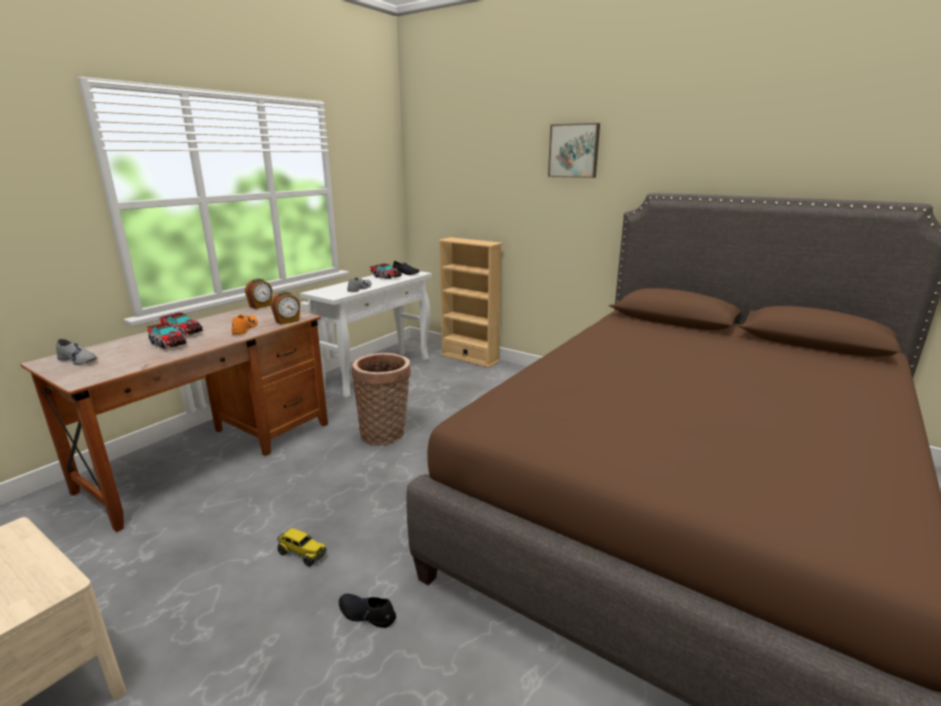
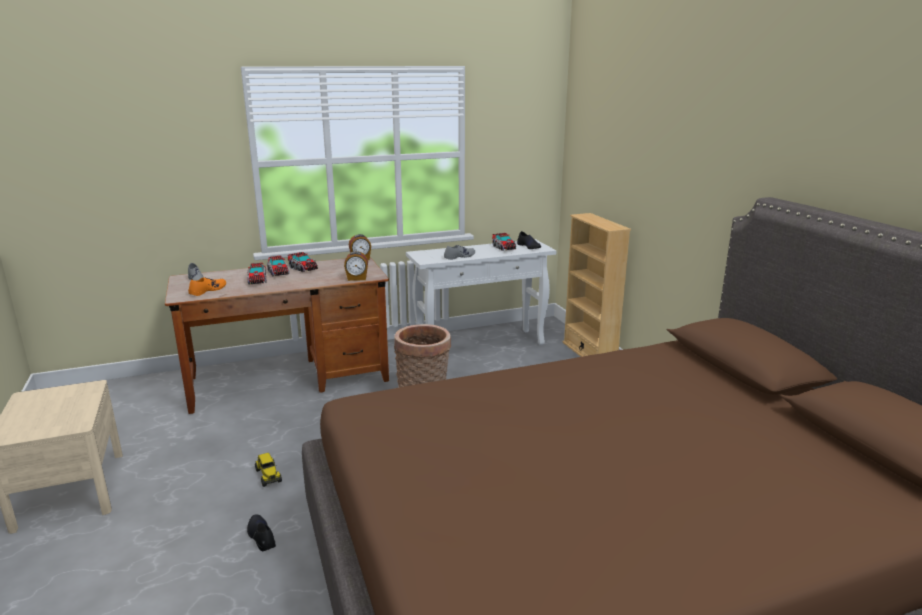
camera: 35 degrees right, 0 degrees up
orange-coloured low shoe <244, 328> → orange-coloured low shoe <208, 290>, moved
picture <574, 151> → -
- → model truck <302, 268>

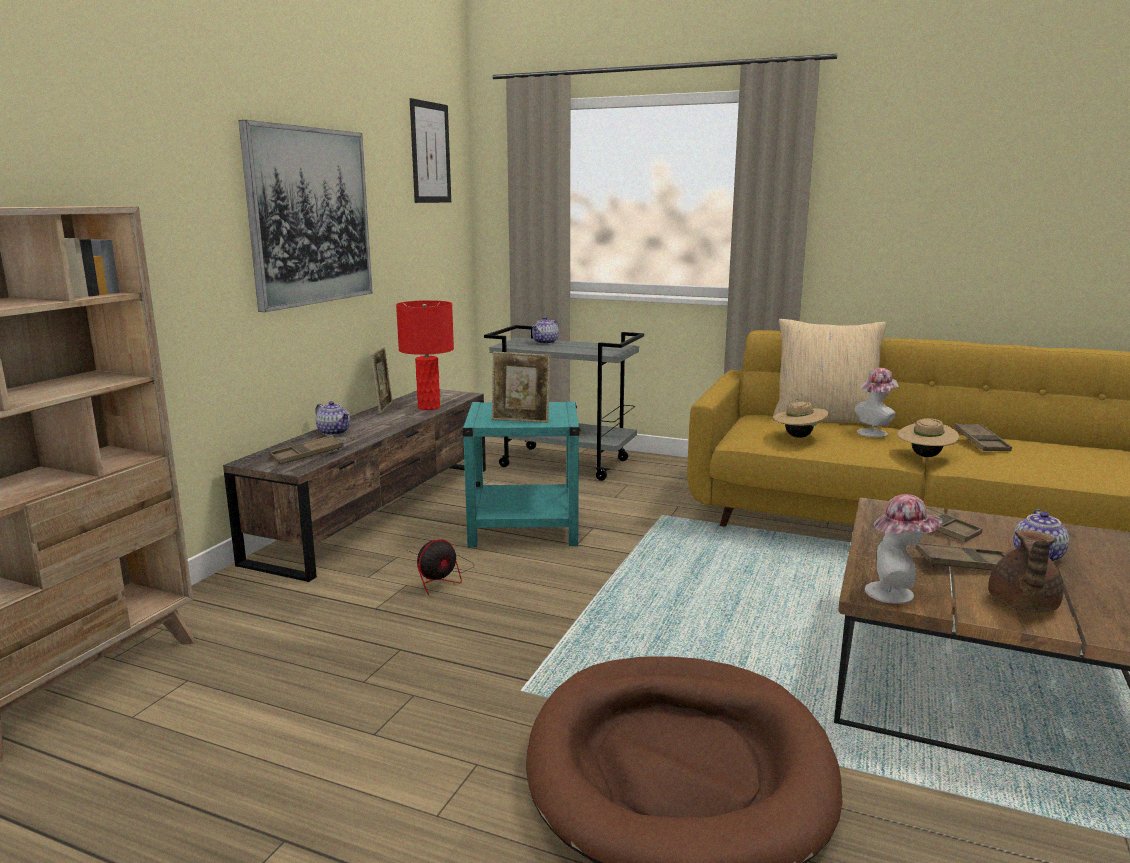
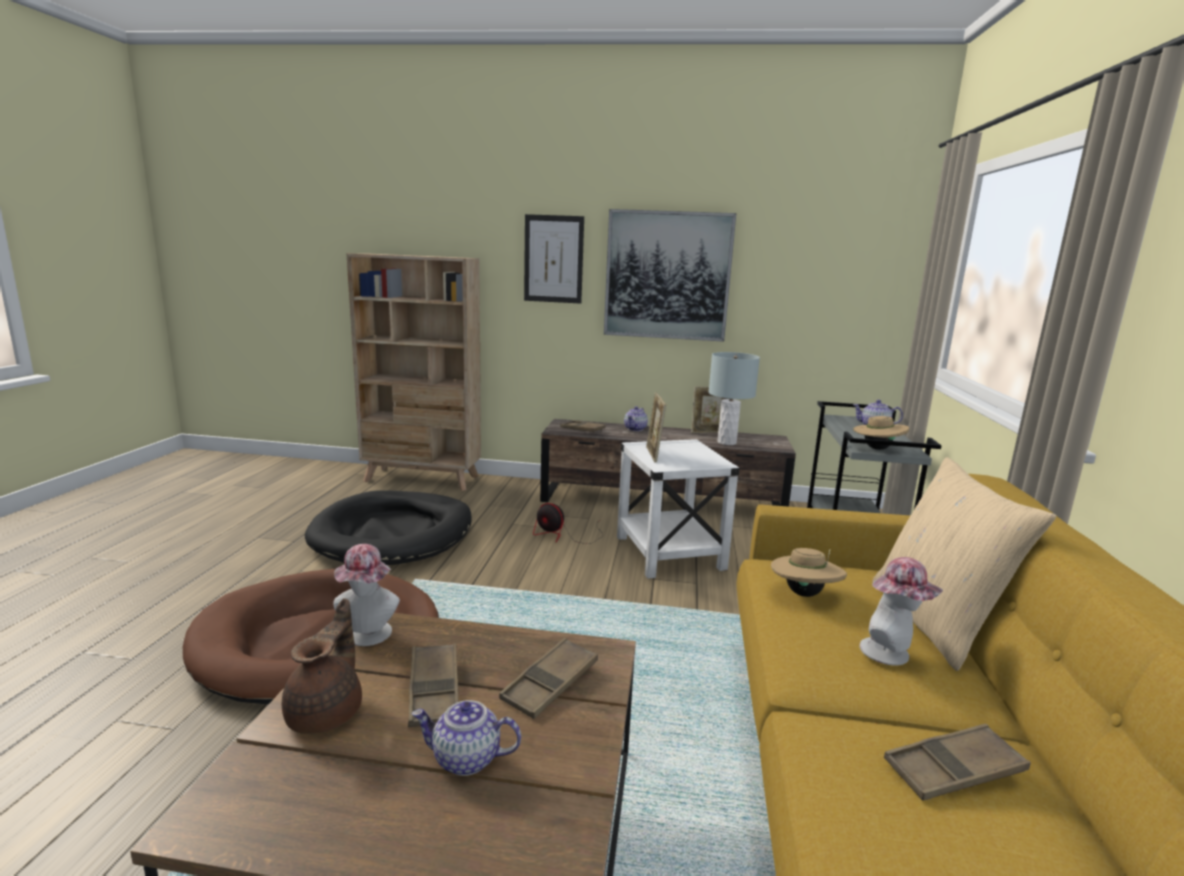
camera: 75 degrees right, 0 degrees up
red lamp for a table <428, 407> → greyish lamp for a table <726, 442>
picture <430, 153> → picture <553, 259>, moved
blue-green accent table <525, 528> → white accent table <670, 554>
beige-coloured wearable hat <924, 456> → beige-coloured wearable hat <877, 448>, moved
brown-coloured teapot <1021, 605> → brown-coloured teapot <327, 712>, 90 degrees clockwise
- → blackish dog cushion <393, 534>

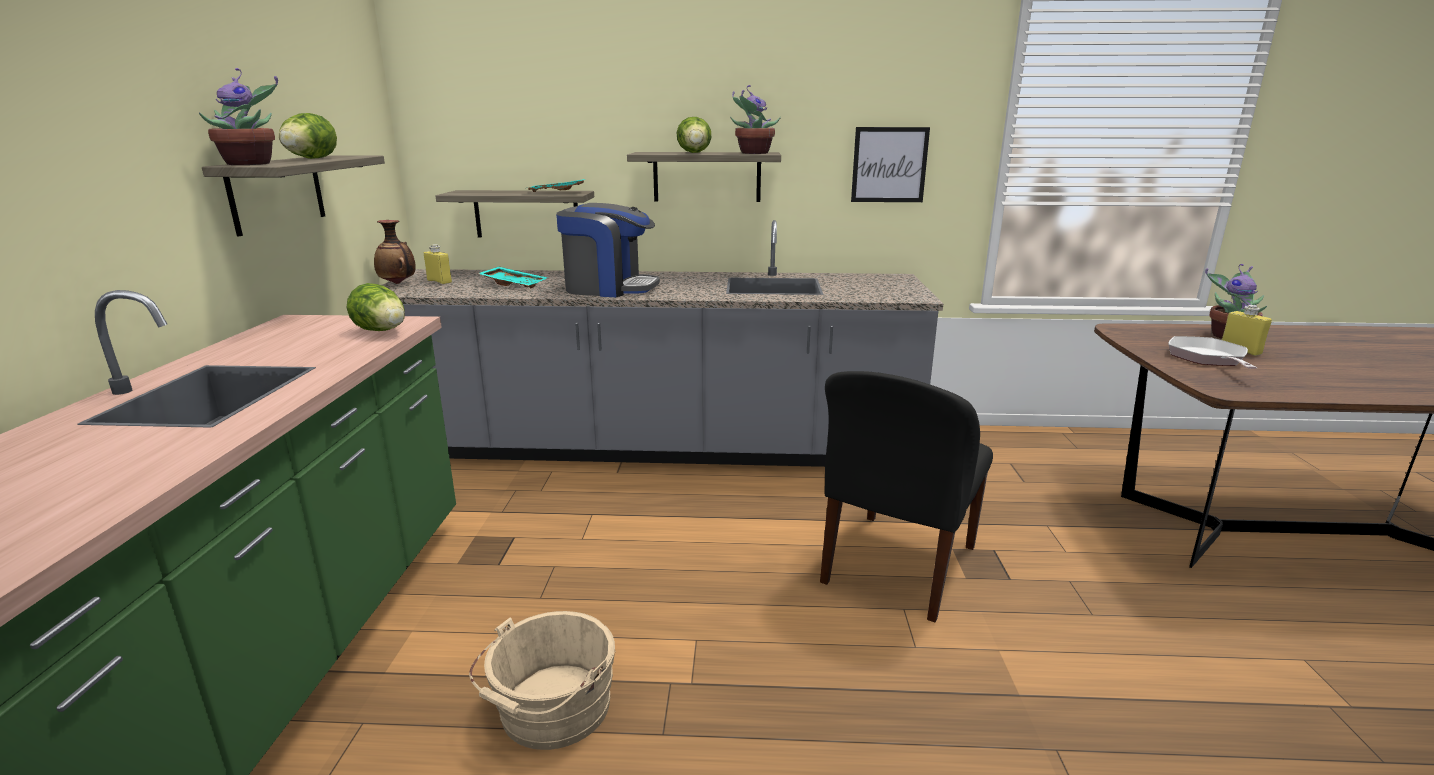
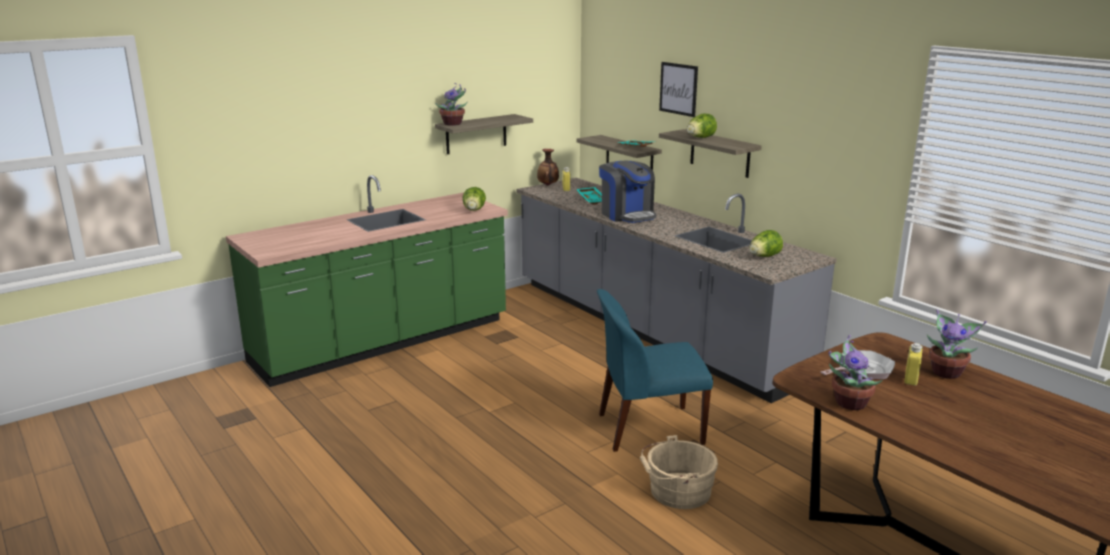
camera: 50 degrees right, 0 degrees up
lettuce <310, 159> → lettuce <764, 257>, moved
beige-coloured water bucket <551, 711> → beige-coloured water bucket <676, 491>, moved
houseplant <752, 153> → houseplant <848, 403>, moved
blackish upright chair <897, 567> → bluish upright chair <647, 429>
picture <889, 165> → picture <678, 89>, moved

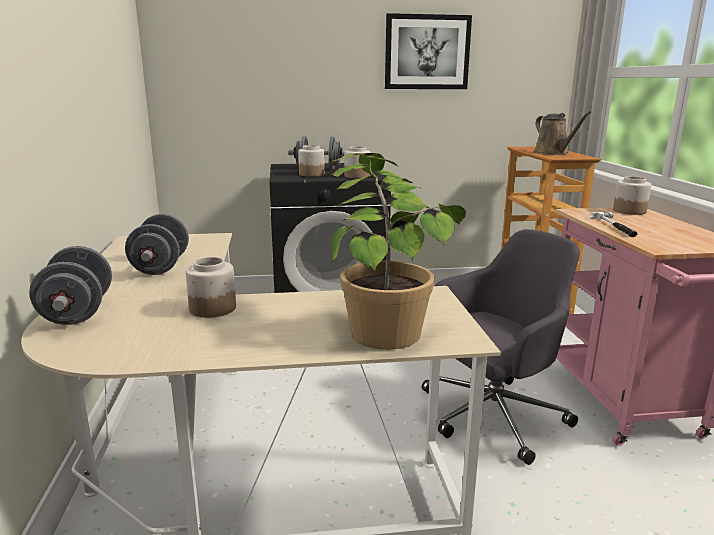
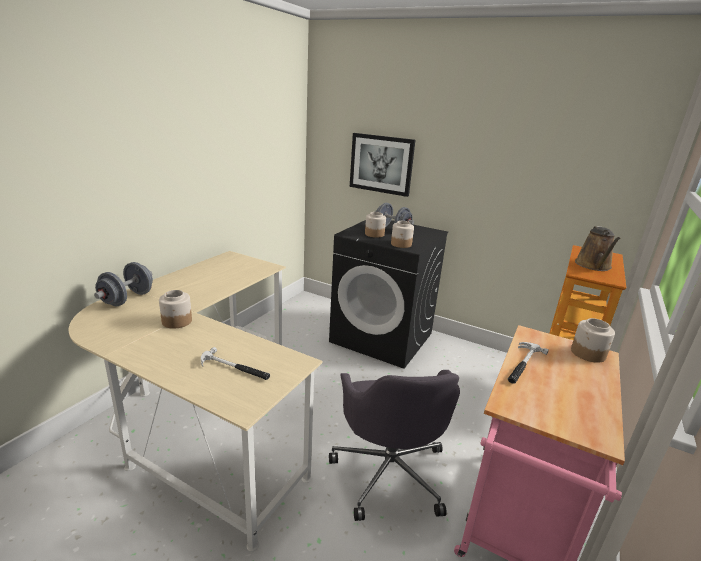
camera: 35 degrees right, 5 degrees up
greyish hand weight <160, 267> → -
houseplant <381, 318> → hammer <234, 368>
picture <427, 52> → picture <381, 164>, moved
greyish desk chair <490, 416> → greyish desk chair <390, 471>, 75 degrees clockwise

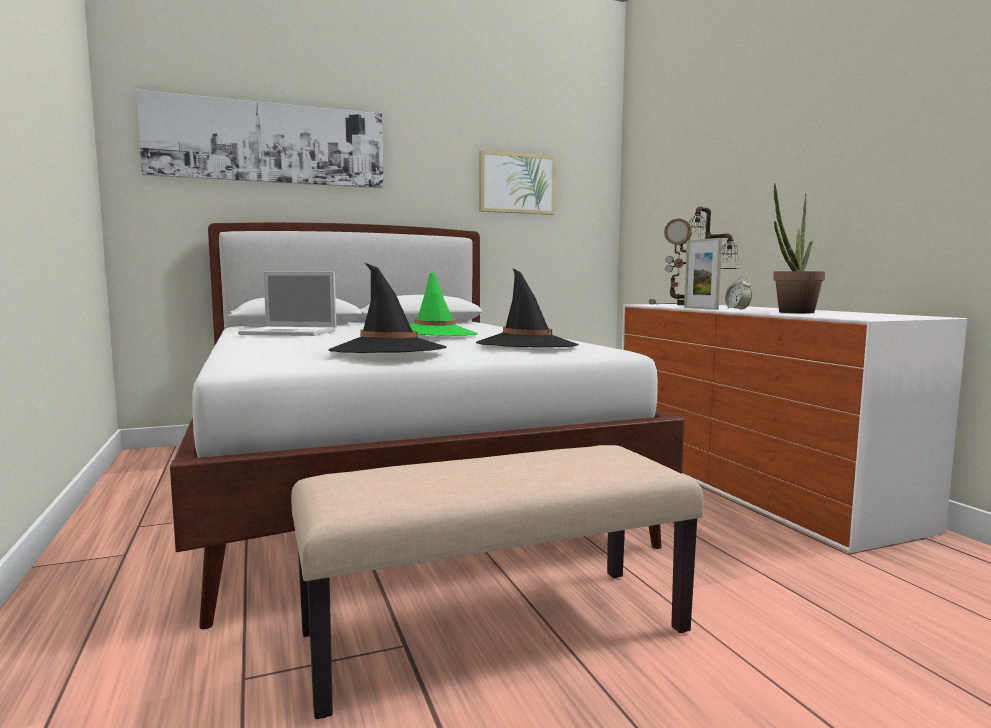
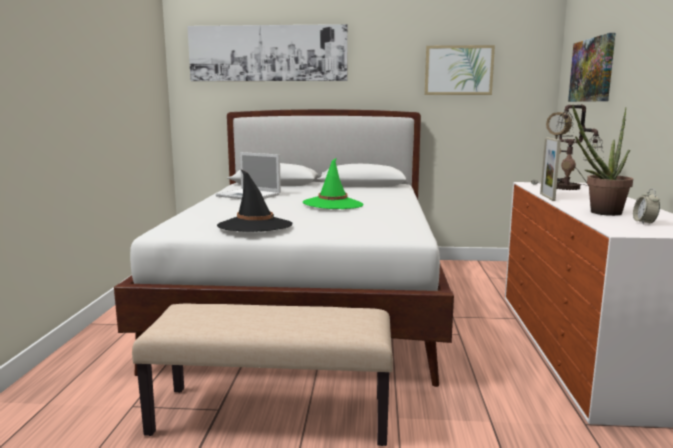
camera: 25 degrees right, 5 degrees up
blackish wearable hat <526, 346> → -
alarm clock <737, 309> → alarm clock <644, 223>, moved
- → picture <592, 70>

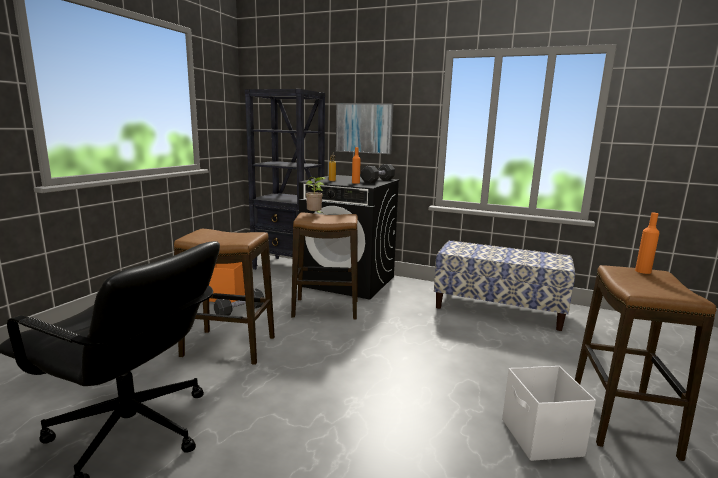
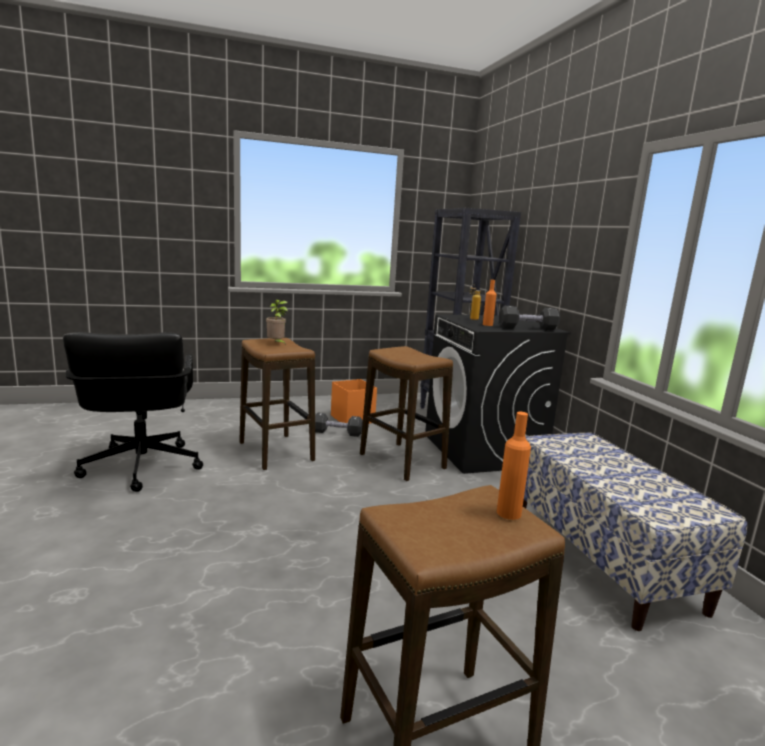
camera: 50 degrees right, 0 degrees up
houseplant <315, 215> → houseplant <276, 344>, moved
picture <364, 128> → -
white storage container <541, 438> → -

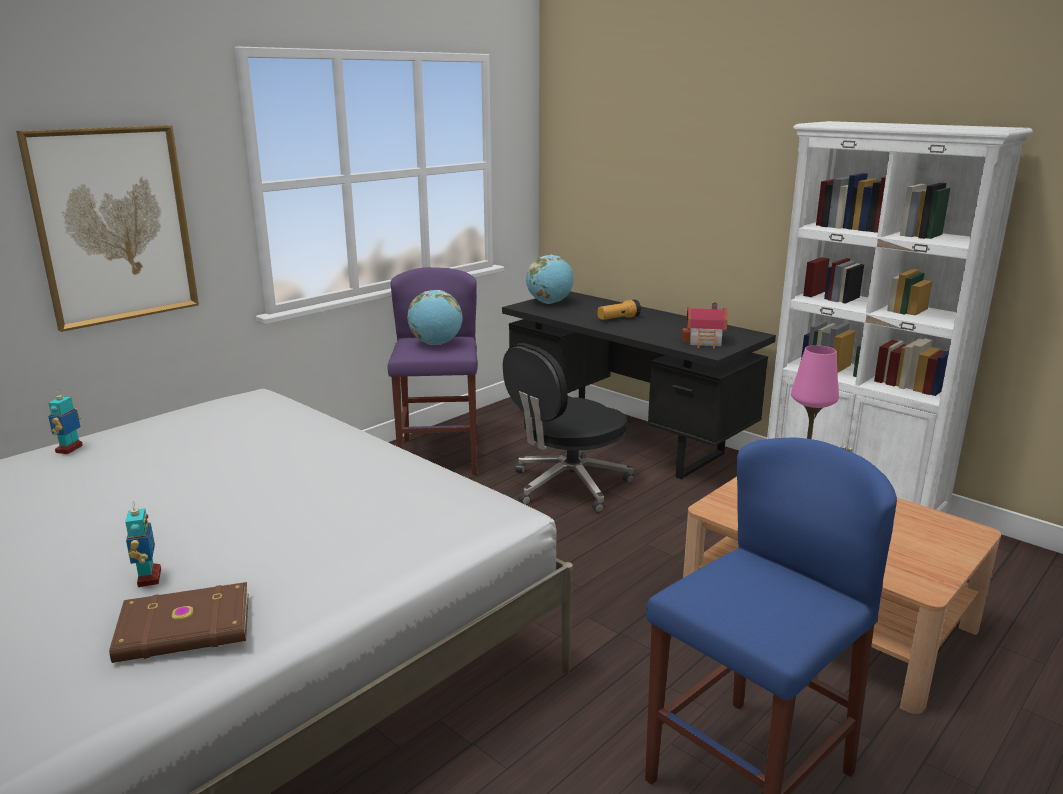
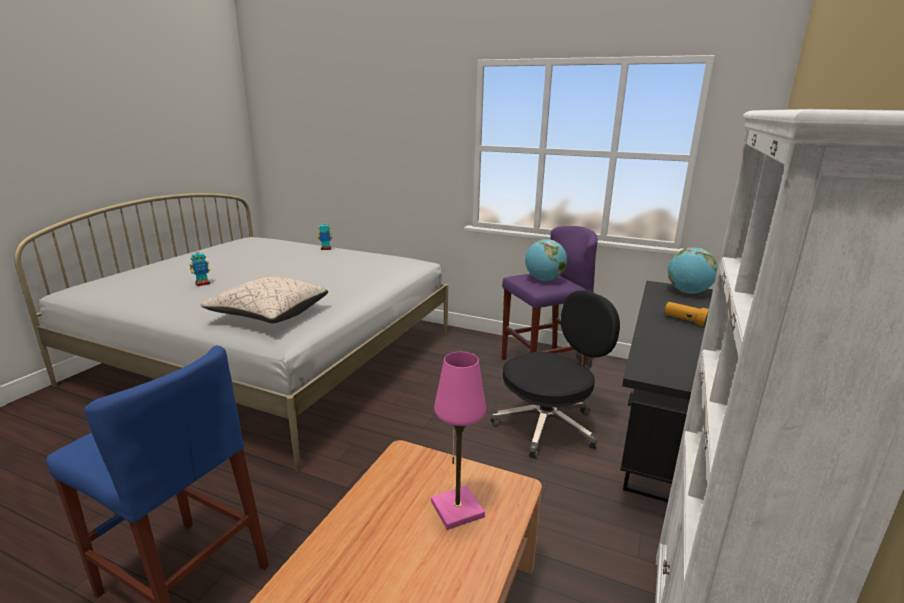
camera: 70 degrees right, 0 degrees up
picture <114, 225> → -
brown-coloured volume <185, 629> → -
blackish desk chair <568, 486> → blackish desk chair <548, 426>, 120 degrees clockwise
model house <706, 342> → -
- → beige-coloured throw pillow <269, 314>

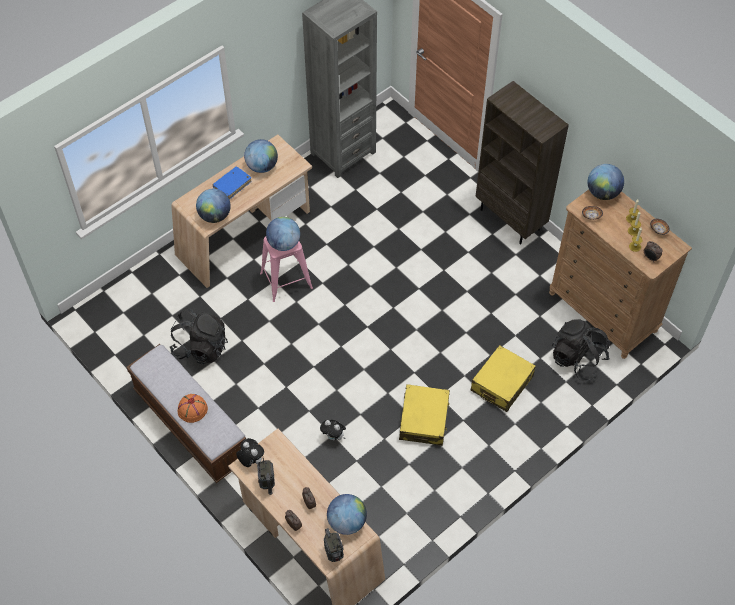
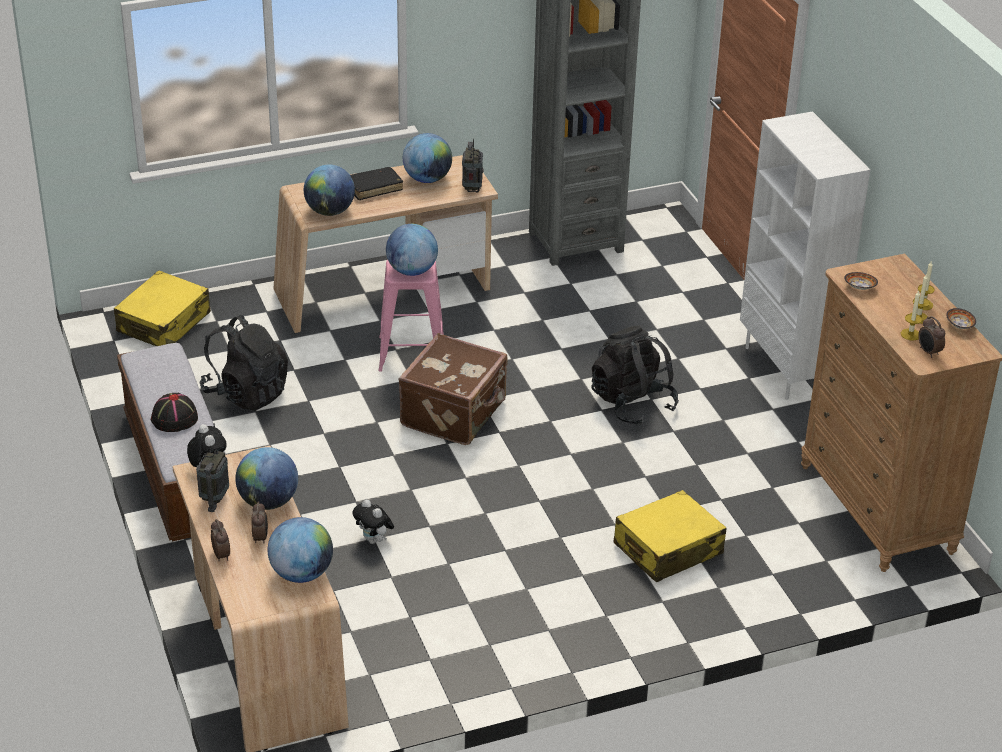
camera: 20 degrees right, 20 degrees down
orange-coloured wearable hat <192, 409> → blackish wearable hat <174, 418>
bluish volume <232, 185> → blackish volume <374, 188>
radio <334, 554> → radio <472, 188>, moved
yellow piece of luggage <424, 419> → yellow piece of luggage <164, 323>, moved
brown-coloured shelving unit <511, 219> → white shelving unit <786, 369>
blackish backpack <577, 359> → blackish backpack <632, 403>, moved
world globe <602, 193> → world globe <268, 502>, moved
- → brown-coloured piece of luggage <455, 414>

